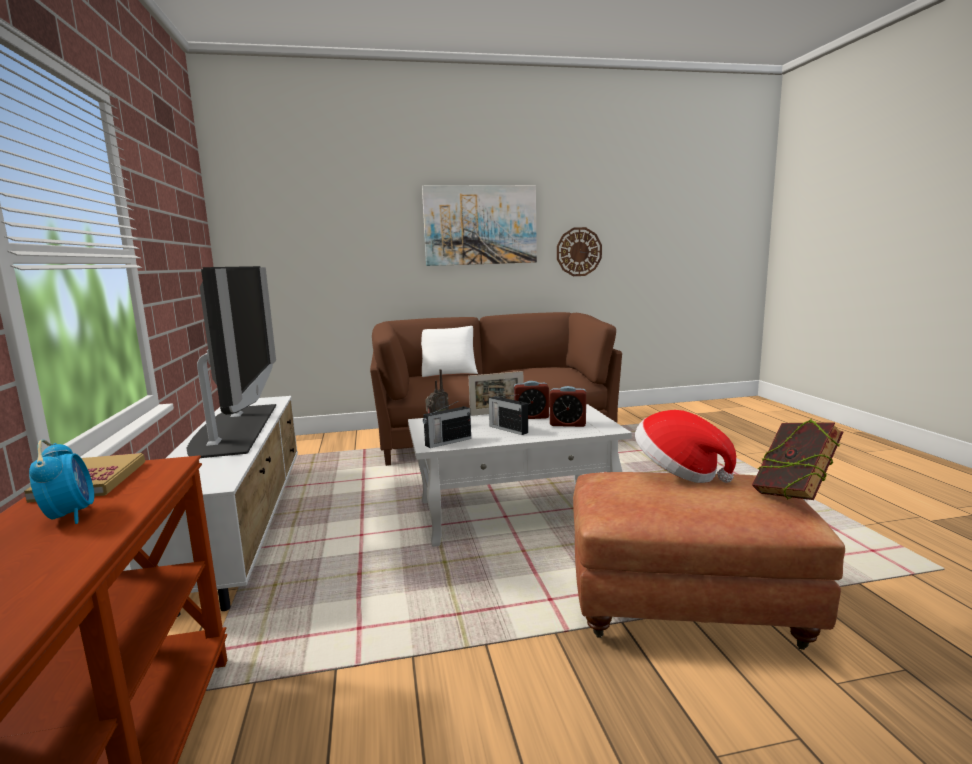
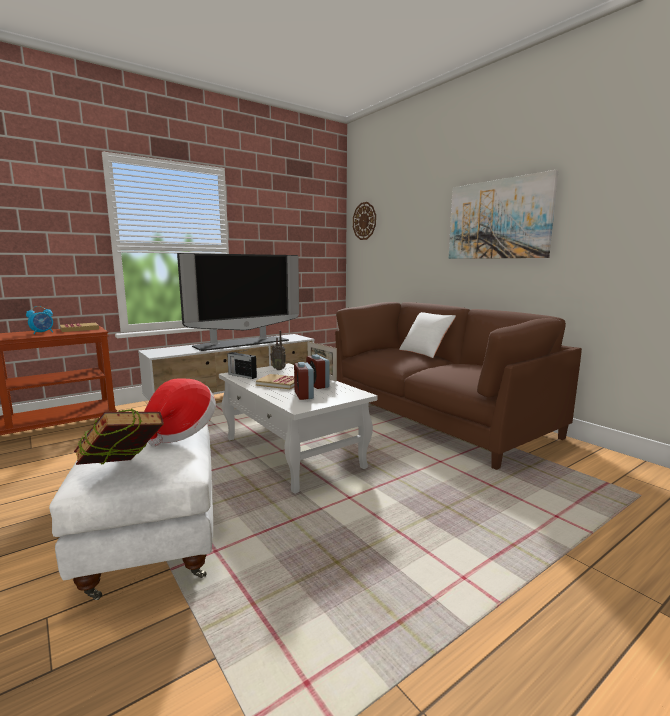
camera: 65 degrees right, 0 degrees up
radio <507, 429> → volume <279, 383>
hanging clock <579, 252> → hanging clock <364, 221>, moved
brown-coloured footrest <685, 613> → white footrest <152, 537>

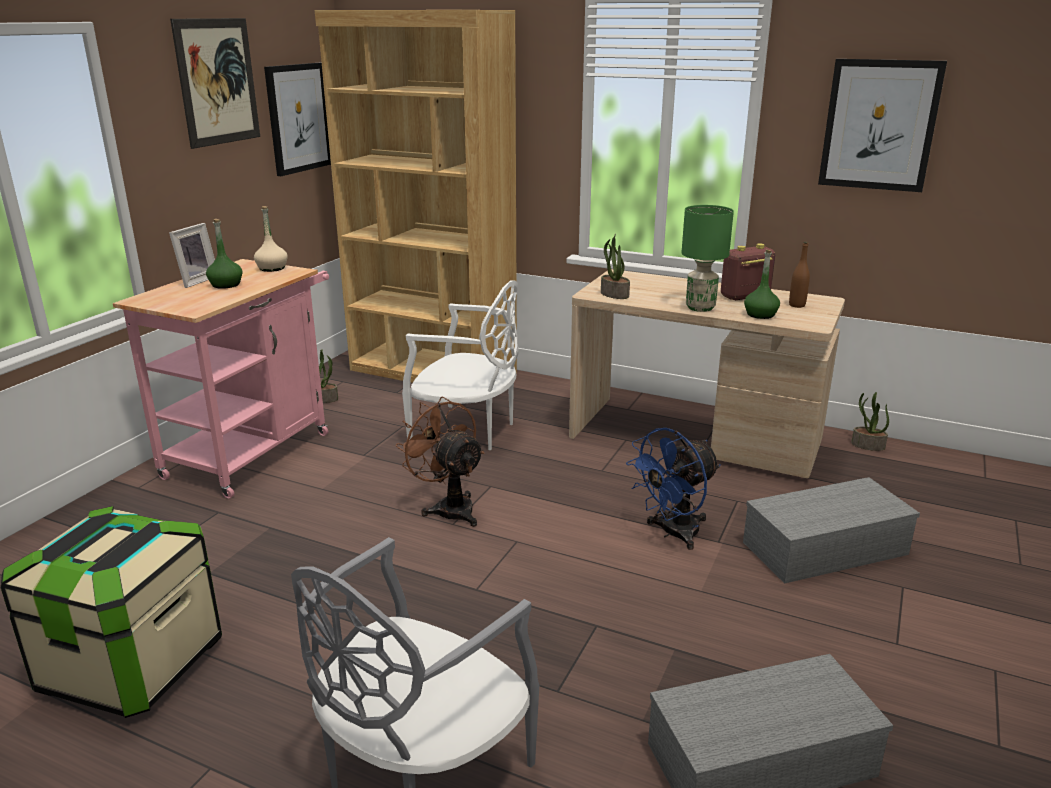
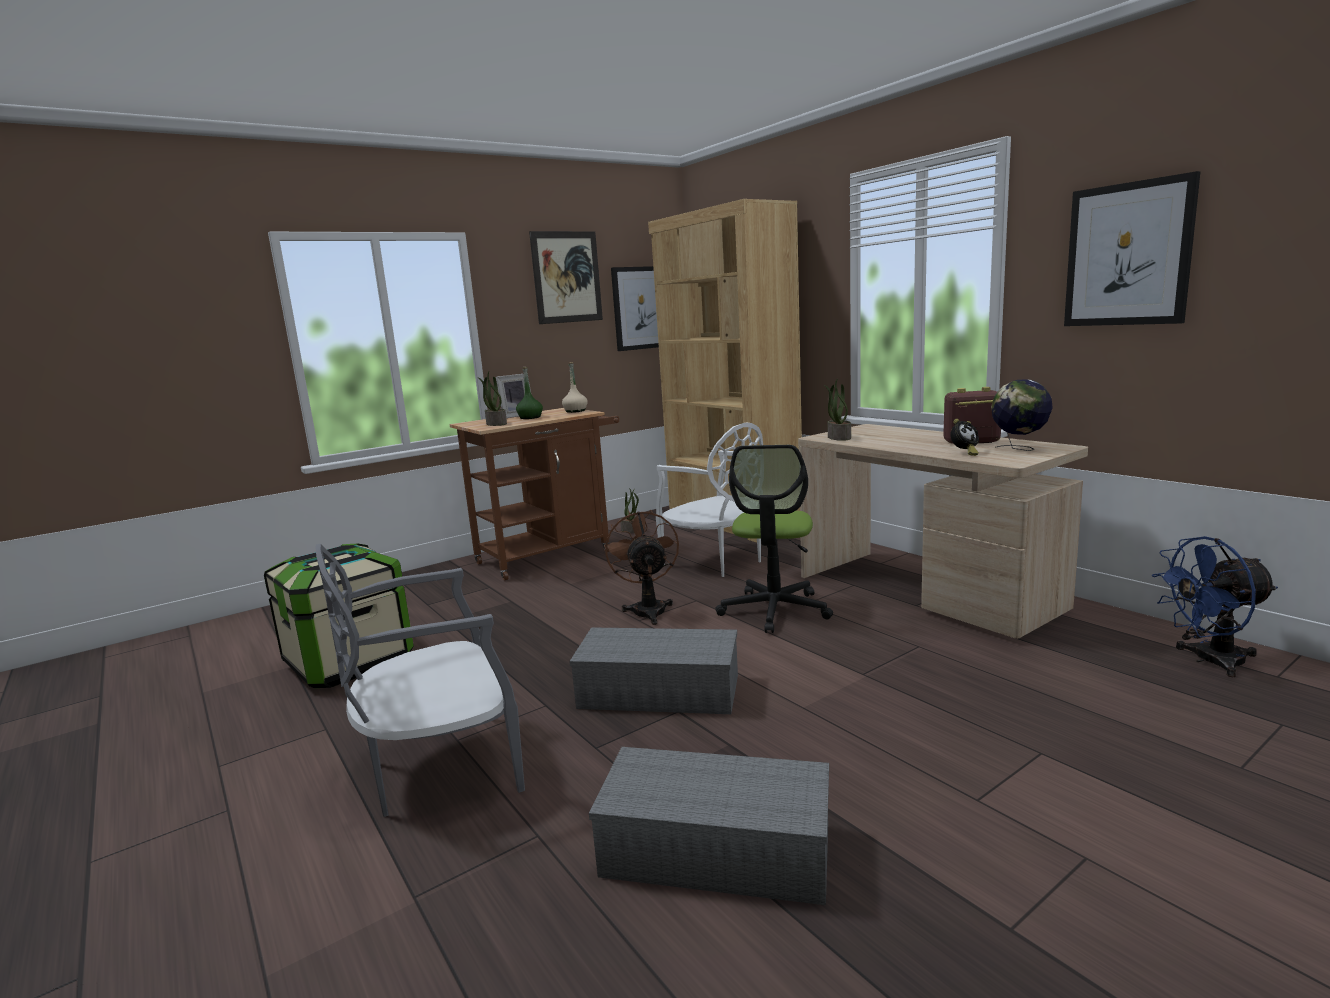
camera: 30 degrees right, 10 degrees down
pinkish wheeled cart <254, 450> → brown-coloured wheeled cart <551, 555>
bluish cooling fan <672, 533> → bluish cooling fan <1208, 661>, moved
greenish lamp for a table <700, 307> → -
greyish storage container <825, 547> → greyish storage container <661, 690>, moved
greenish bottle <760, 314> → alarm clock <964, 453>
brown-coloured bottle <797, 305> → world globe <1019, 449>
houseplant <867, 445> → houseplant <496, 424>, moved
- → desk chair <774, 610>

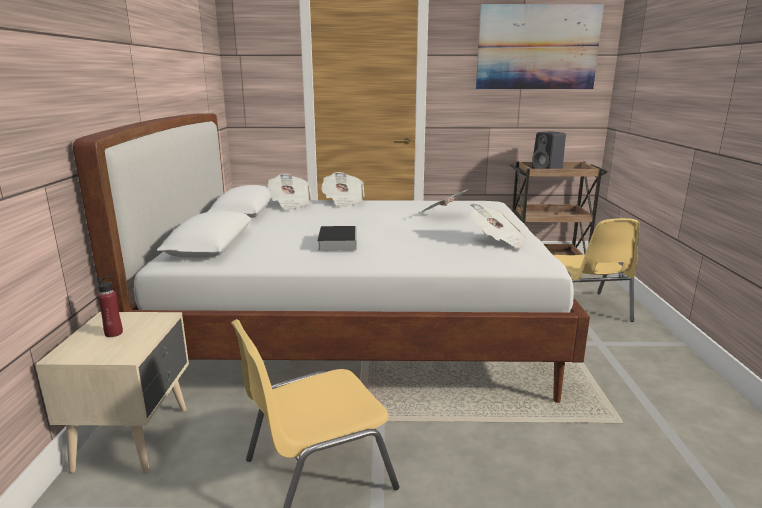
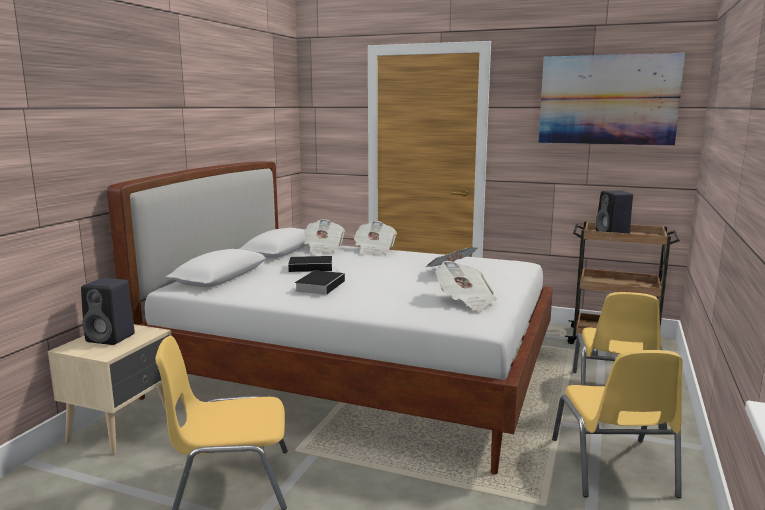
camera: 20 degrees right, 5 degrees down
red bottle <114, 333> → blackish audio speaker <112, 338>
- → volume <312, 267>
- → yellow upright chair <613, 468>

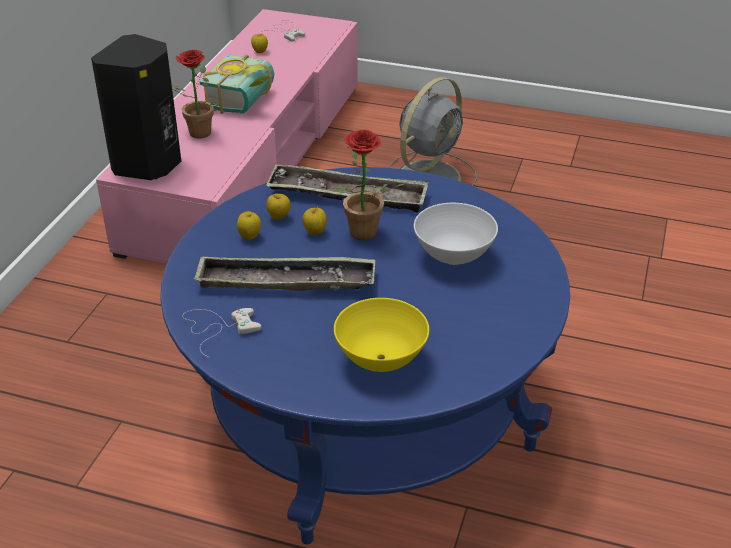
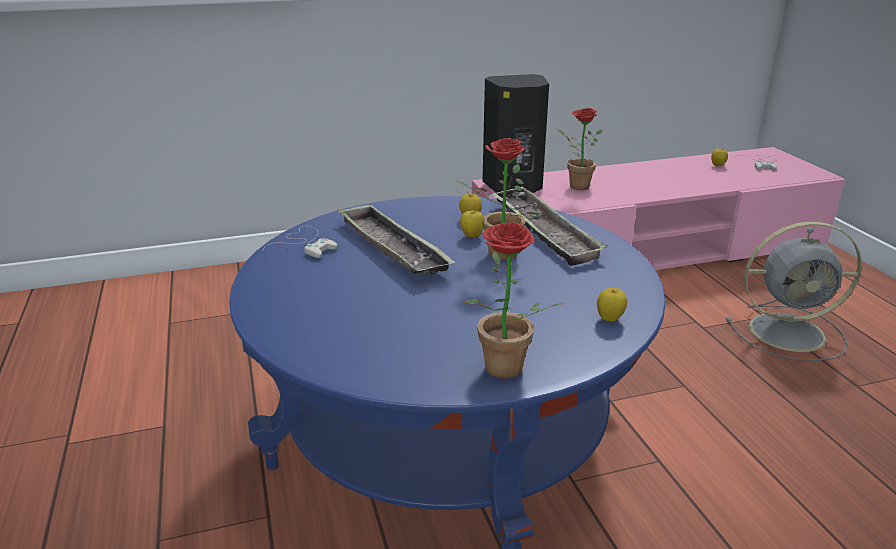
camera: 55 degrees right, 10 degrees down
volume <246, 101> → -
apple <250, 237> → apple <610, 319>, moved
yellow serving bowl <381, 361> → -
white serving bowl <453, 256> → -
- → houseplant <501, 372>

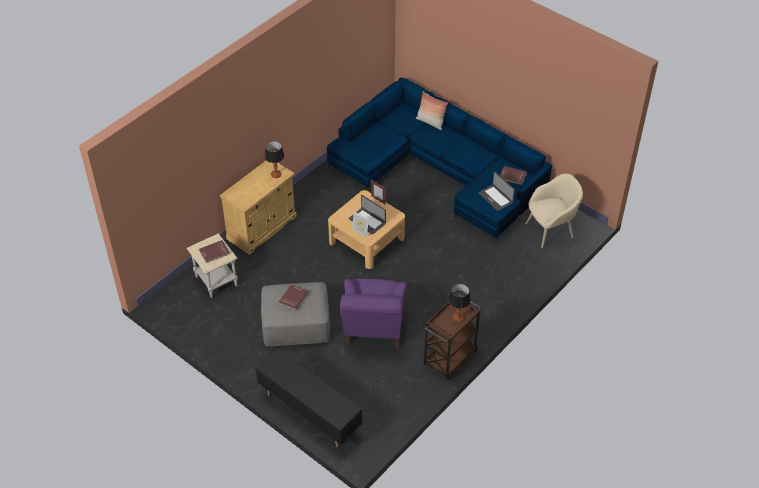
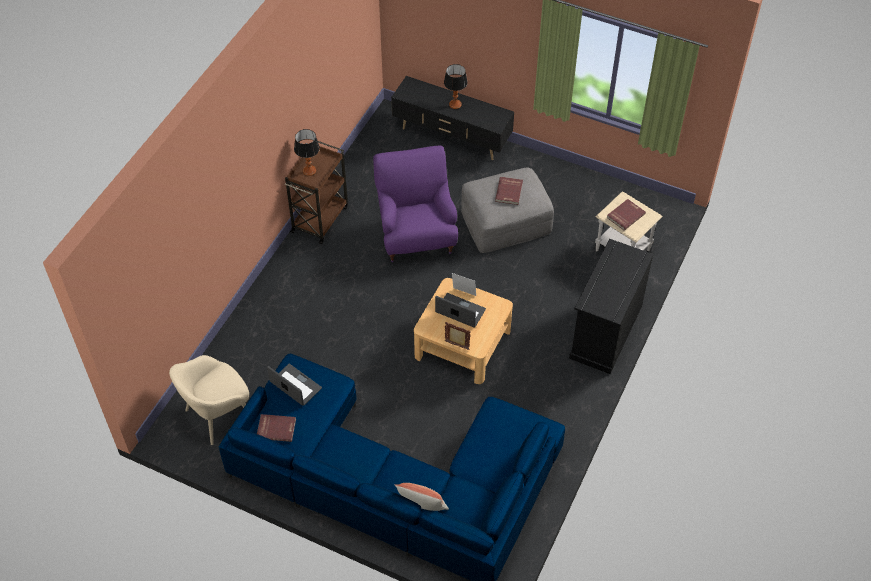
camera: 165 degrees right, 5 degrees up
beige-coloured cabinet <262, 228> → blackish cabinet <605, 331>
lamp for a table <276, 174> → lamp for a table <455, 104>, moved

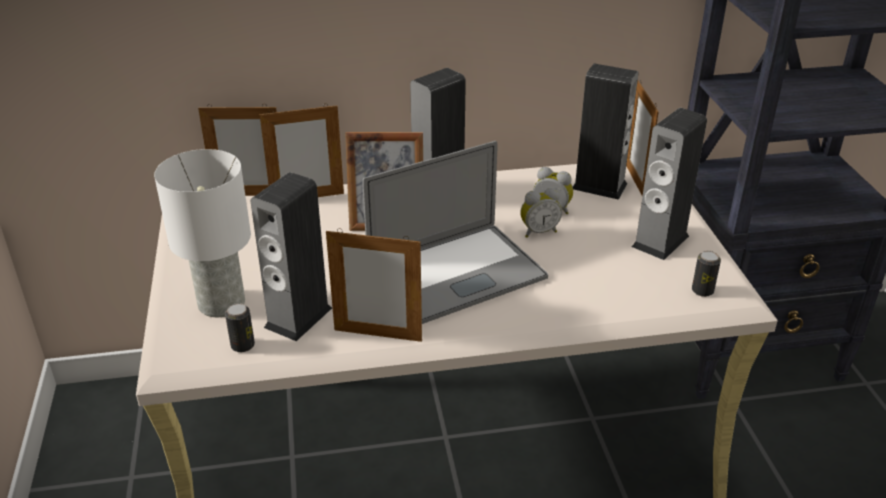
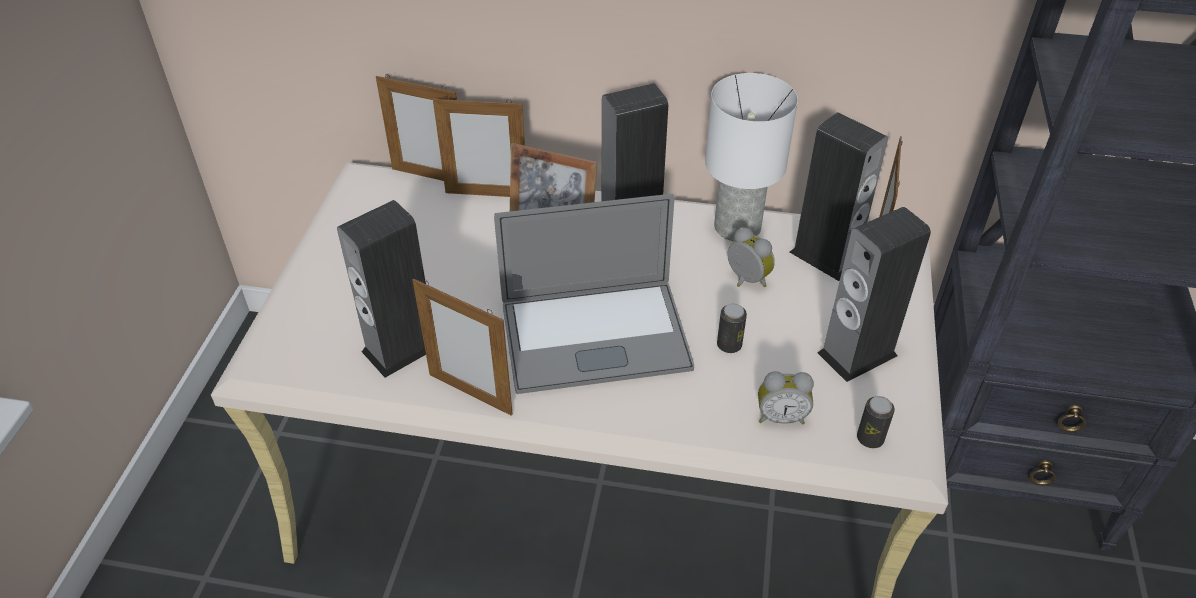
camera: 20 degrees right, 10 degrees up
white lamp for a table <221, 304> → white lamp for a table <737, 228>, moved
can <243, 345> → can <729, 345>, moved
alarm clock <538, 231> → alarm clock <780, 416>, moved

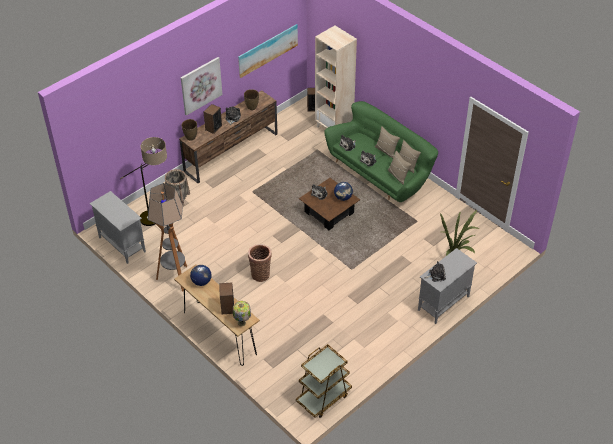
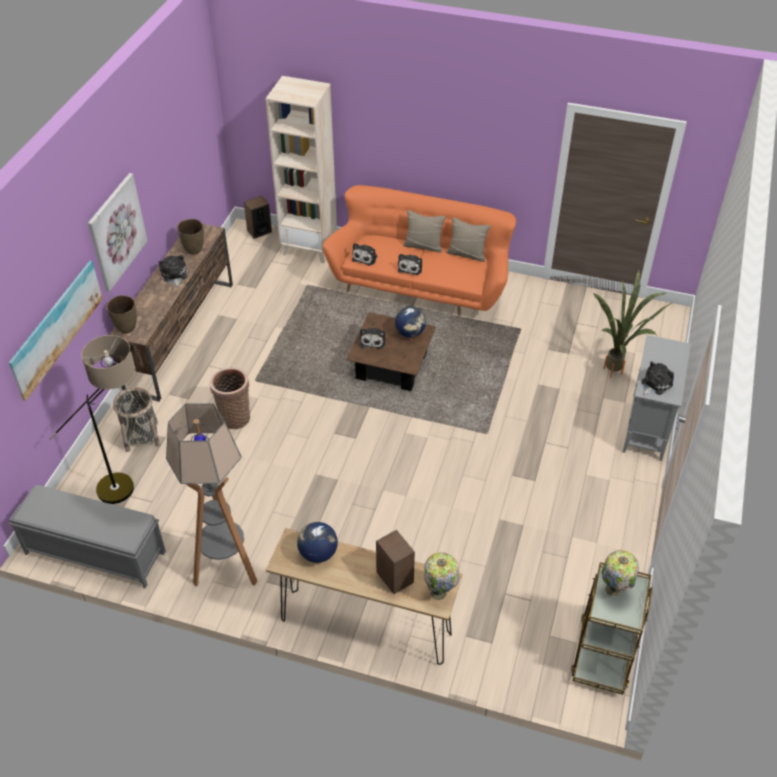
camera: 30 degrees left, 0 degrees up
greyish cabinet <121, 244> → greyish bench <94, 553>
audio speaker <213, 128> → -
picture <267, 50> → picture <55, 327>, moved
storage basket <260, 273> → storage basket <234, 416>, moved
greenish sofa <380, 174> → orange-coloured sofa <421, 285>
beige-coloured throw pillow <398, 176> → -
- → lamp for a table <614, 590>

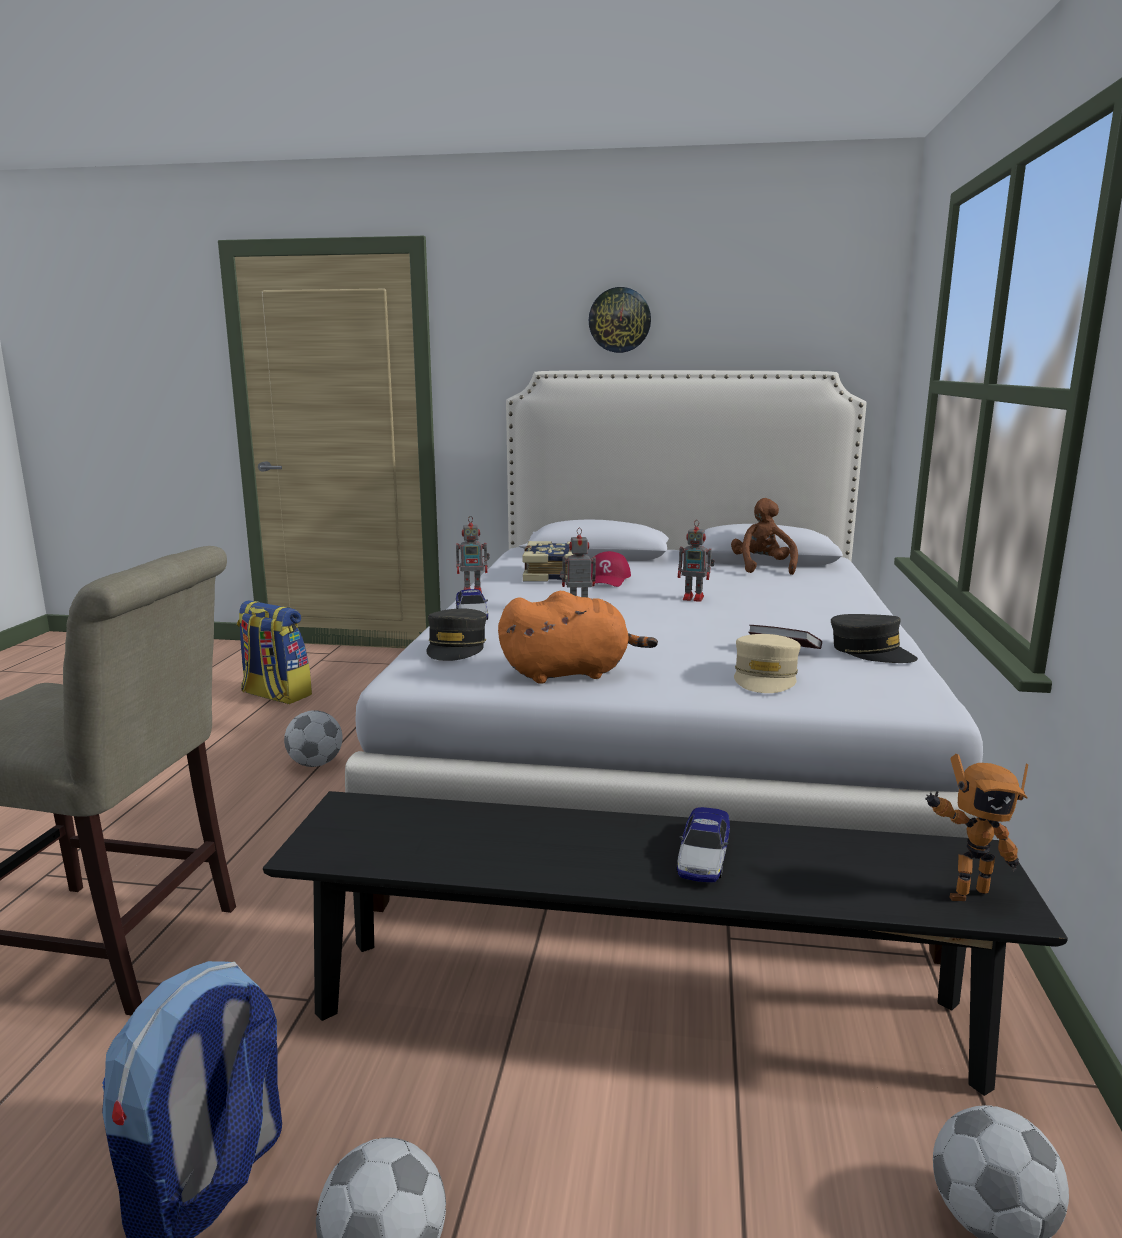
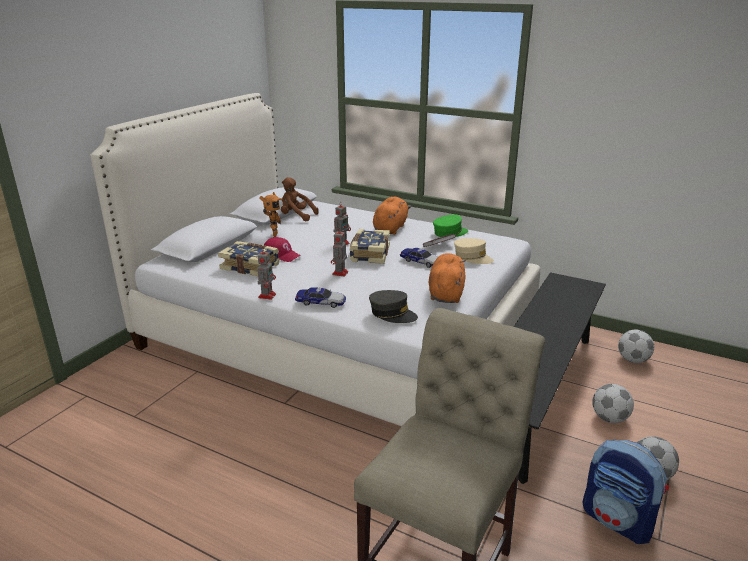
camera: 70 degrees left, 10 degrees up
backpack <275, 695> → -
football ball <315, 764> → football ball <609, 418>, moved
hanging clock <619, 320> → -
model car <704, 854> → model car <421, 261>, moved
greyish peaked cap <870, 652> → greenish peaked cap <449, 233>
toy robot <964, 892> → toy robot <273, 236>, moved
- → volume <369, 254>
- → orange-coloured soft toy <390, 228>

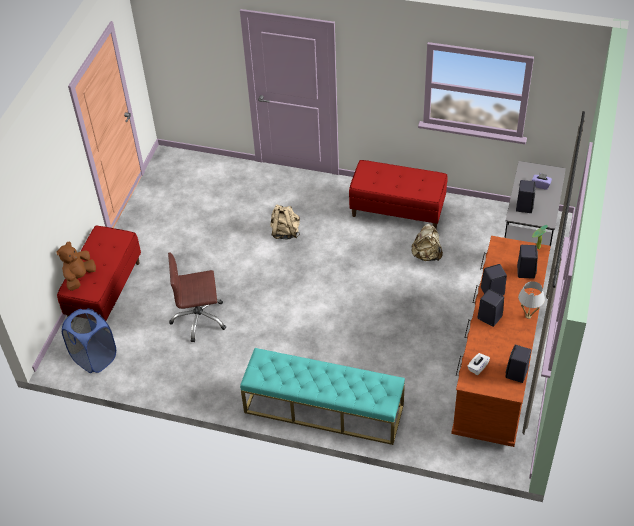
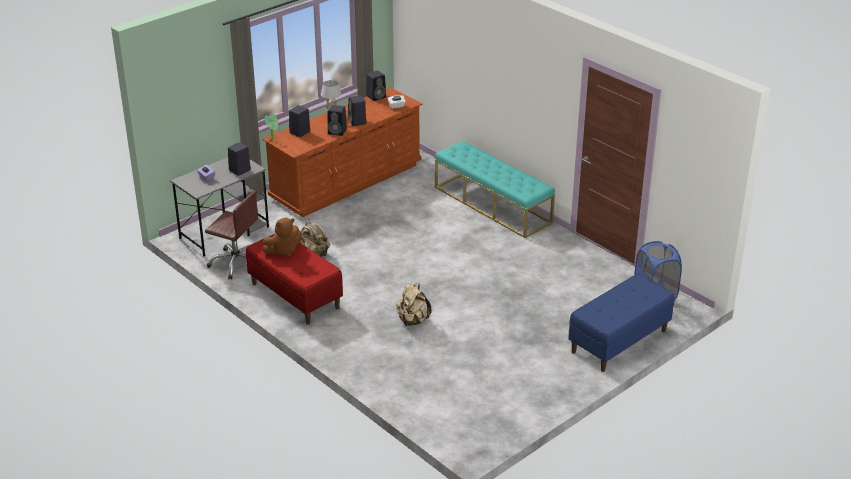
camera: 150 degrees left, 15 degrees down
brown-coloured soft toy <79, 277> → brown-coloured soft toy <283, 250>, moved
red bench <105, 291> → bluish bench <619, 341>
brown-coloured desk chair <199, 319> → brown-coloured desk chair <236, 263>, moved

